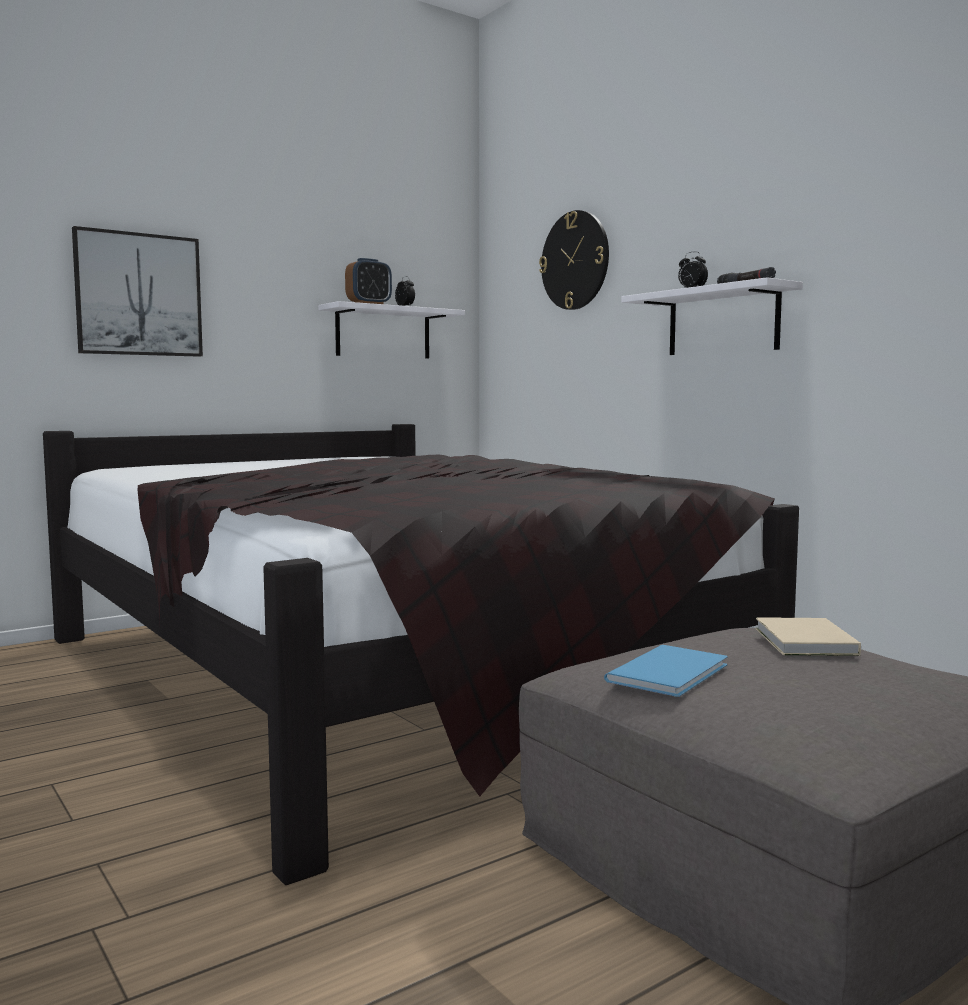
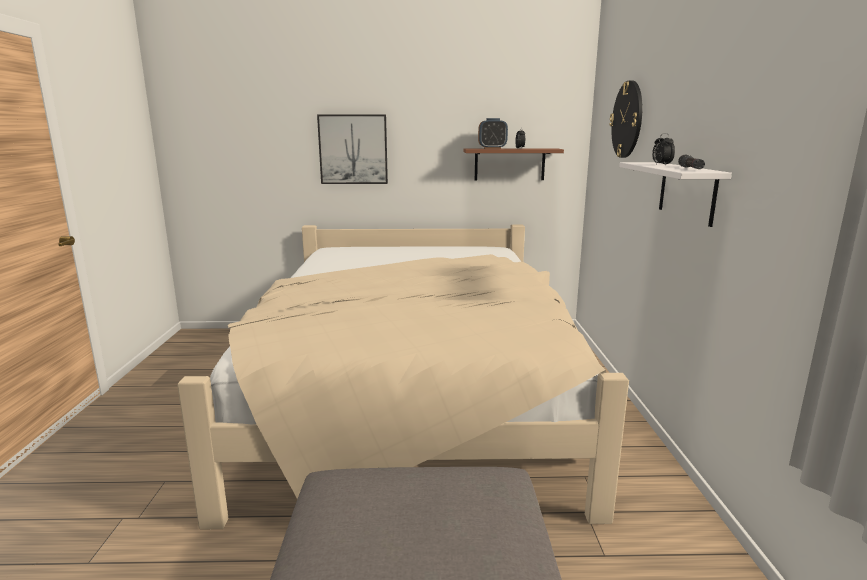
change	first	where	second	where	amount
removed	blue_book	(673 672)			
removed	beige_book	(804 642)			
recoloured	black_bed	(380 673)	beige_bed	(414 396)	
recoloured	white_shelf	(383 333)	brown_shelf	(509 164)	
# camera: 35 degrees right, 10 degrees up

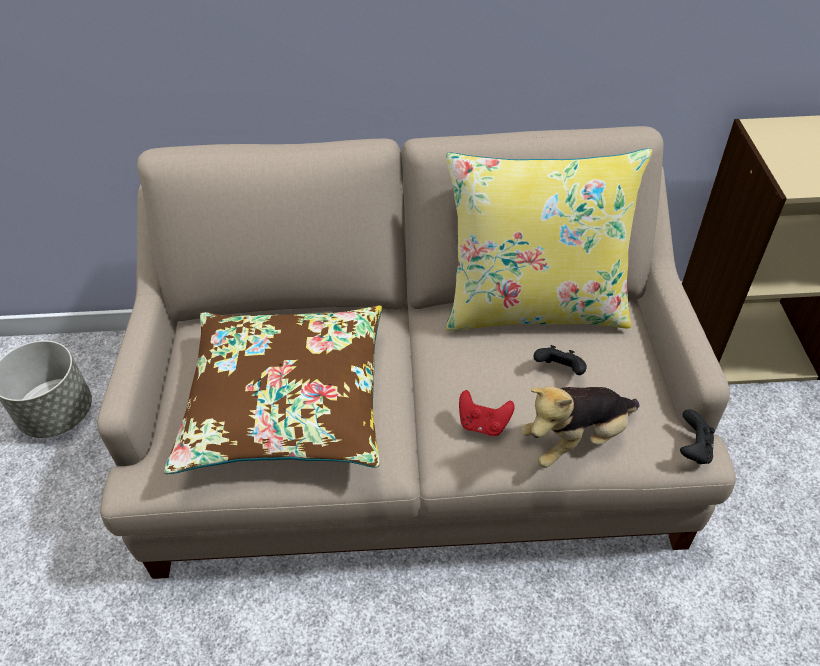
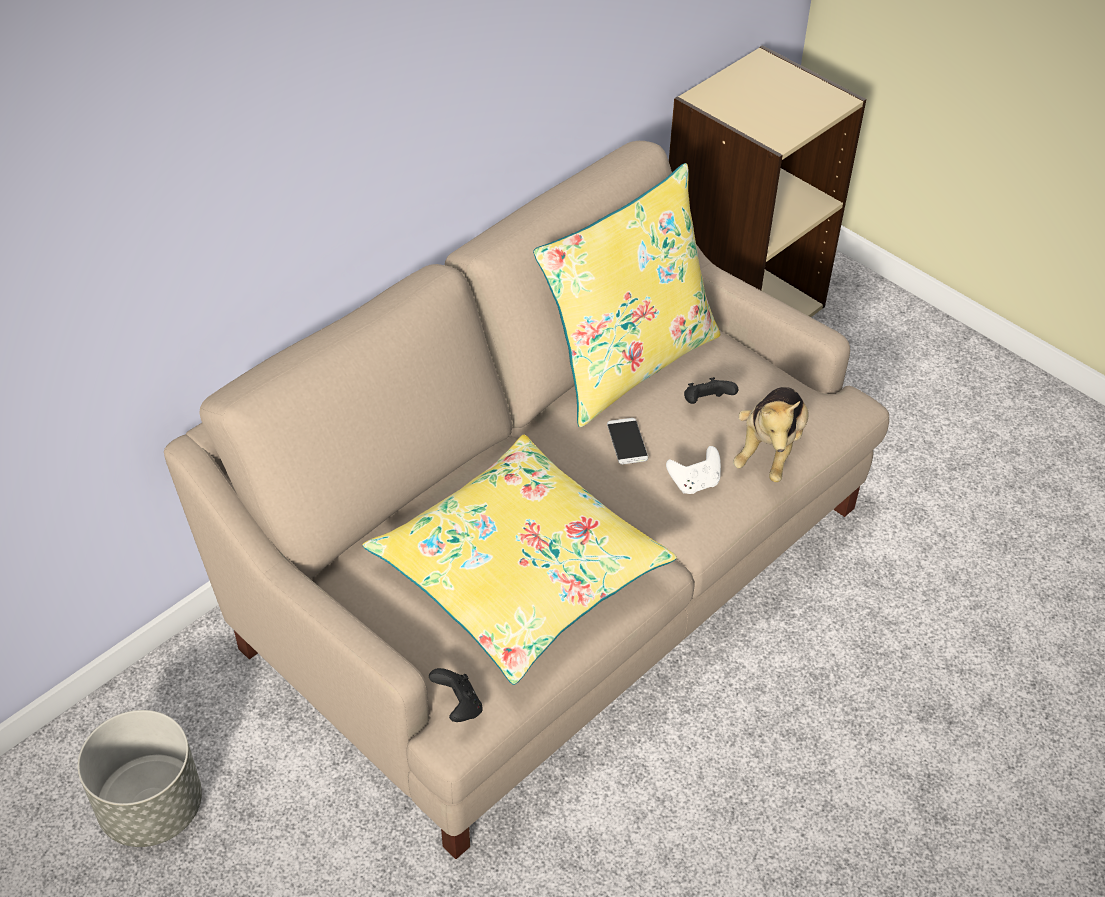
change	first	where	second	where	amount
added			phone	(627 441)	
moved	black_game_controller	(693 449)		(458 706)	
recoloured	brown_pillow	(286 402)	yellow_pillow	(519 573)	
recoloured	red_game_controller	(483 424)	white_game_controller	(694 483)	
# camera: 45 degrees left, 0 degrees up

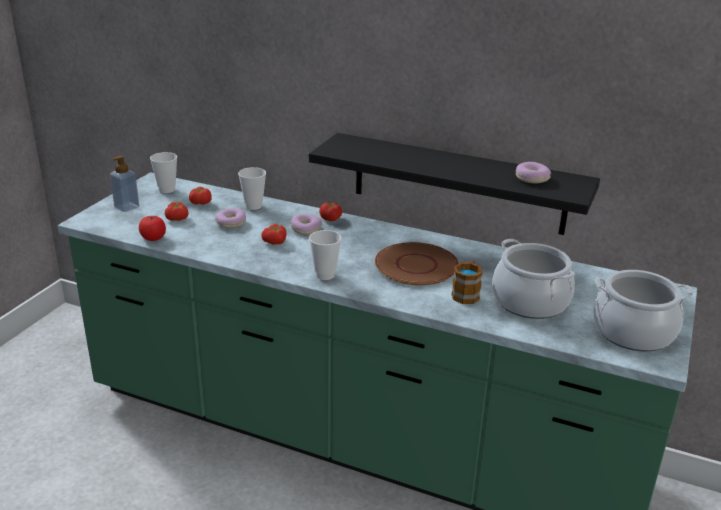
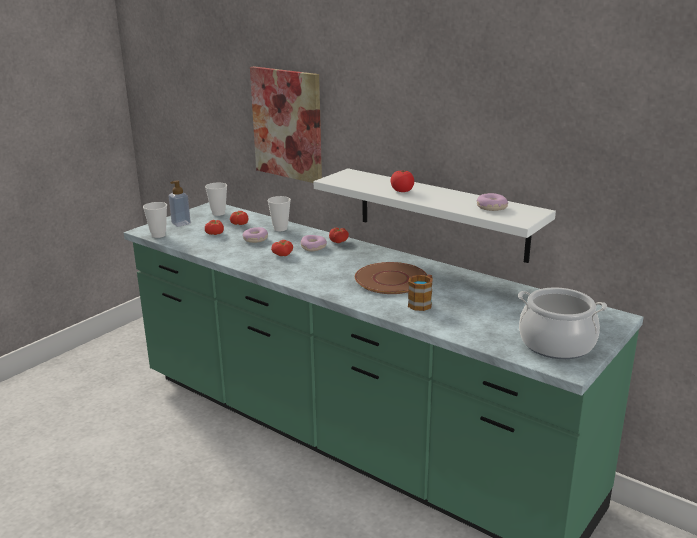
change	first	where	second	where	amount
removed	cooking_pot	(530 302)			
added			picture	(287 124)	
moved	tomato	(153 238)		(402 191)	
moved	cup	(325 275)		(158 235)	
recoloured	black_shelf	(458 183)	white_shelf	(441 214)	
# camera: 15 degrees right, 5 degrees down

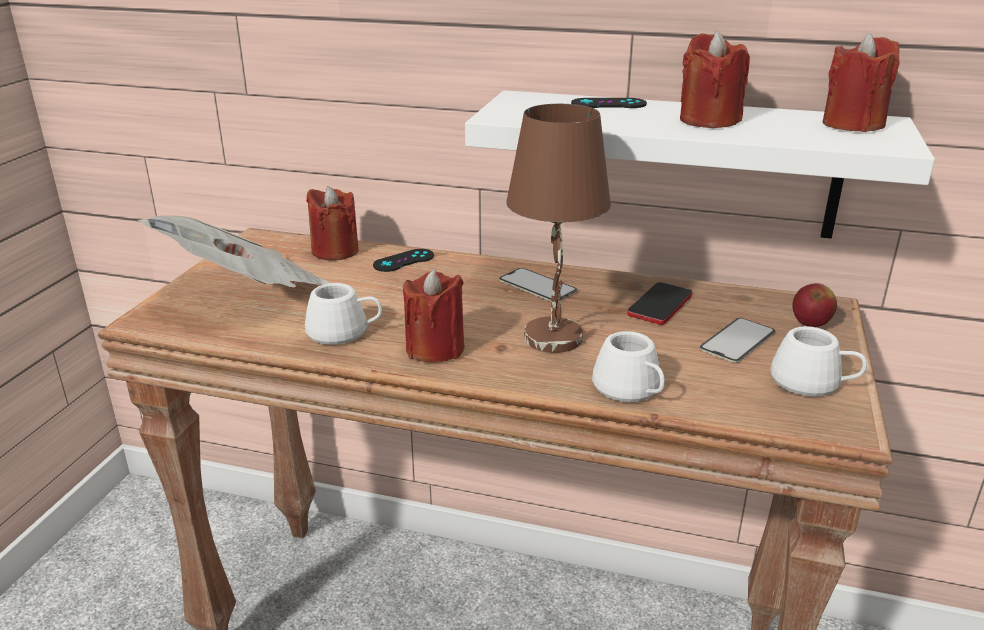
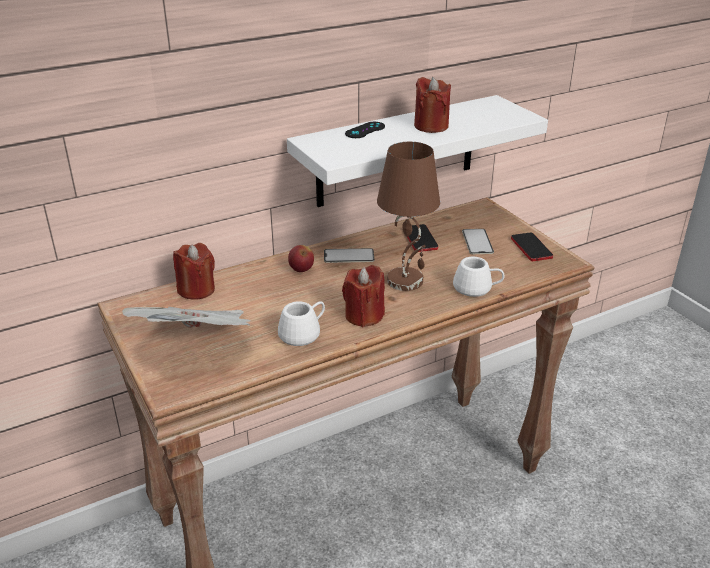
change	first	where	second	where	amount
removed	black_game_controller	(404 261)			
removed	red_candle	(853 124)			
moved	apple	(810 324)		(301 270)	
replaced	white_mug	(813 383)	phone	(531 248)	
# camera: 45 degrees left, 5 degrees up

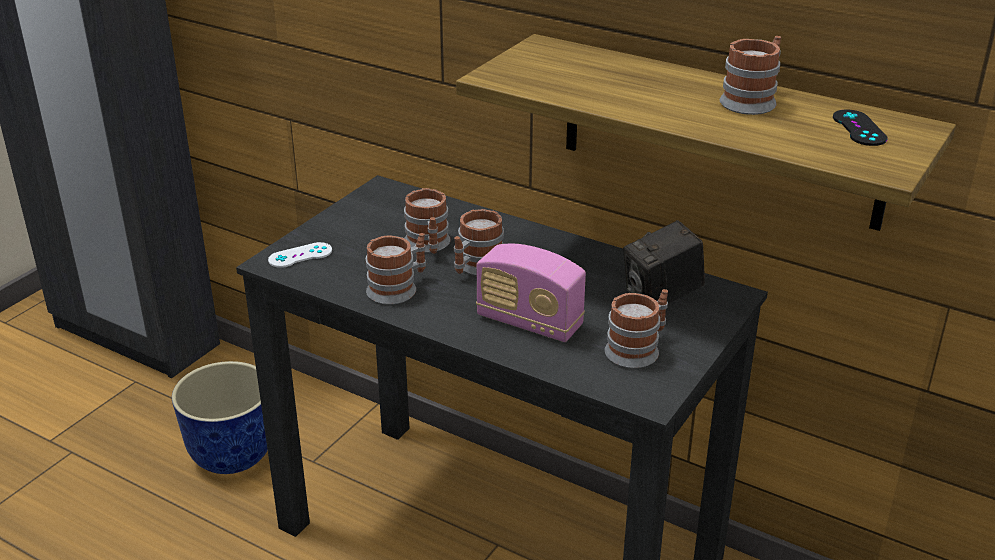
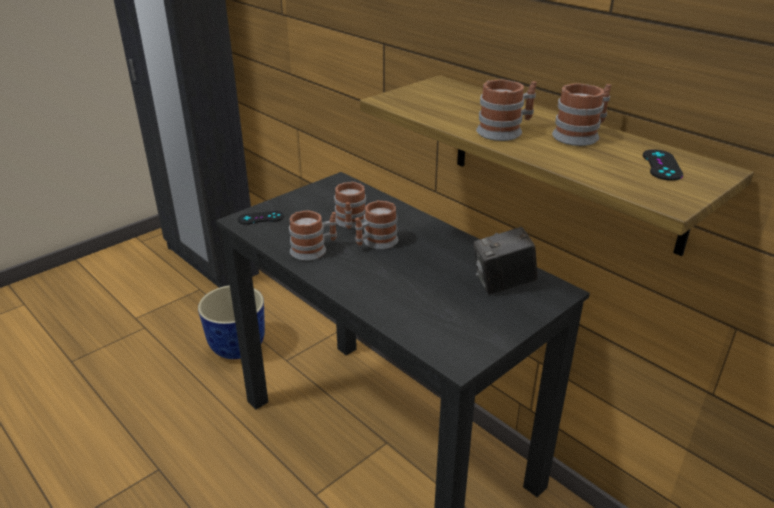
change	first	where	second	where	amount
removed	radio	(529 322)			
moved	mug	(638 349)		(505 131)	
recoloured	white_game_controller	(300 255)	black_game_controller	(261 218)	
# camera: 15 degrees right, 0 degrees up

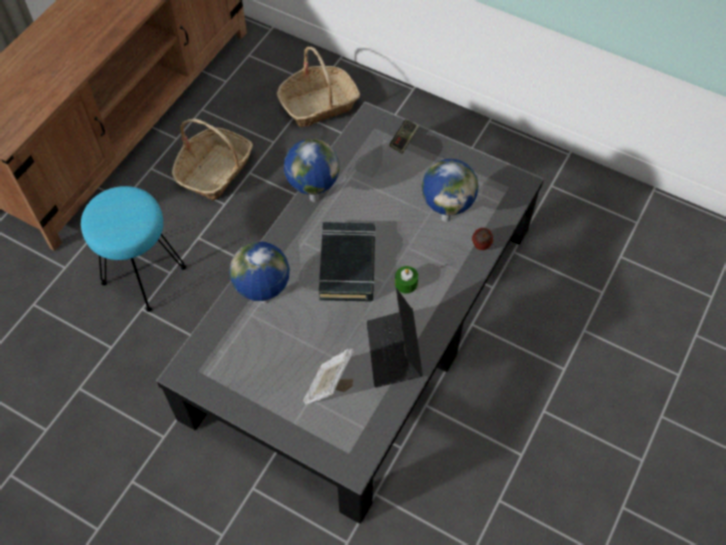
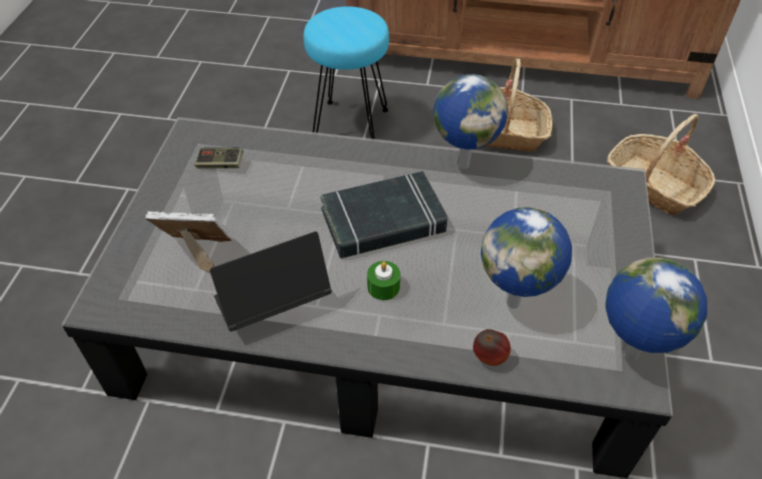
change	first	where	second	where	amount
moved	globe	(265 300)		(629 355)	
moved	game_controller	(404 140)		(220 164)	
# camera: 70 degrees right, 10 degrees down

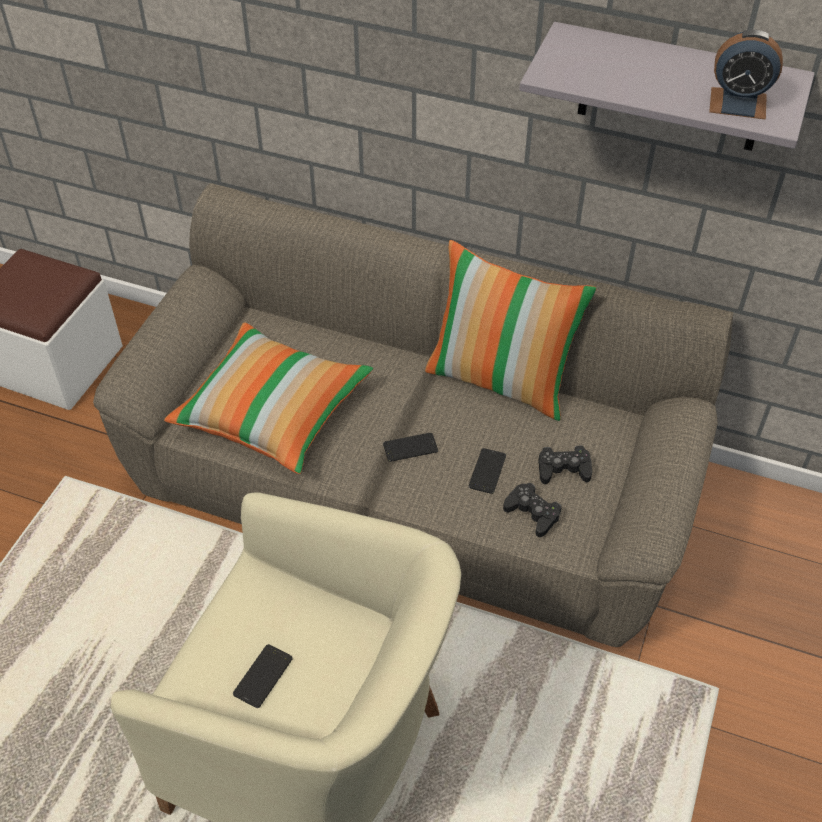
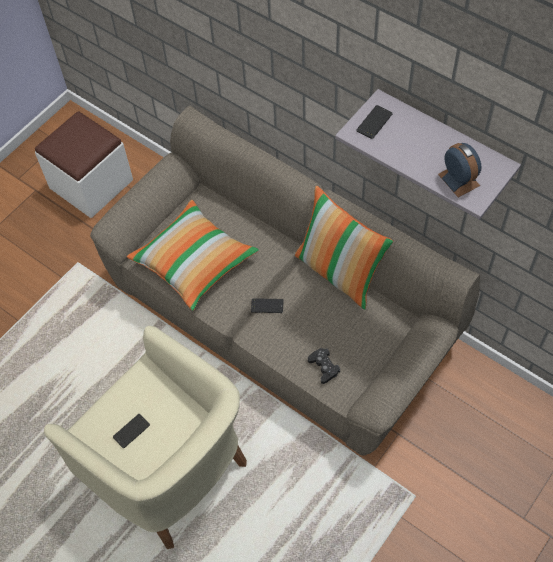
change	first	where	second	where	amount
removed	black_game_controller	(563 469)			
moved	phone	(487 471)		(374 122)	
turned	alarm_clock	(738 103)		(458 180)	150 degrees counterclockwise
# camera: 20 degrees right, 10 degrees up

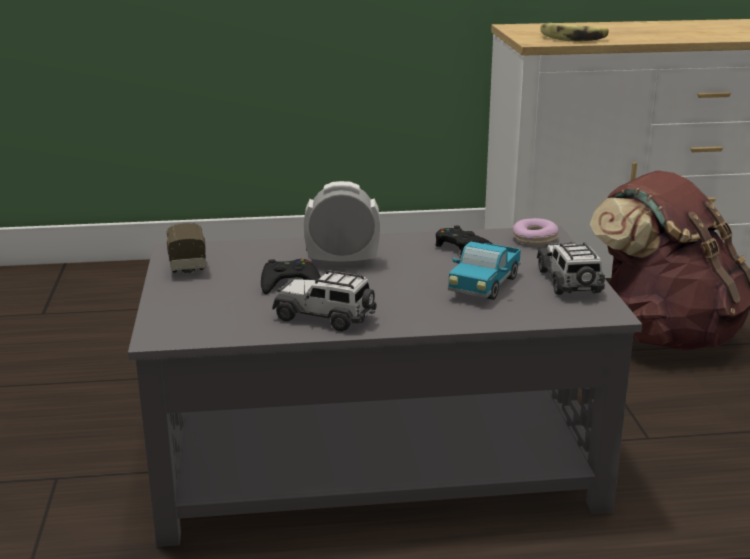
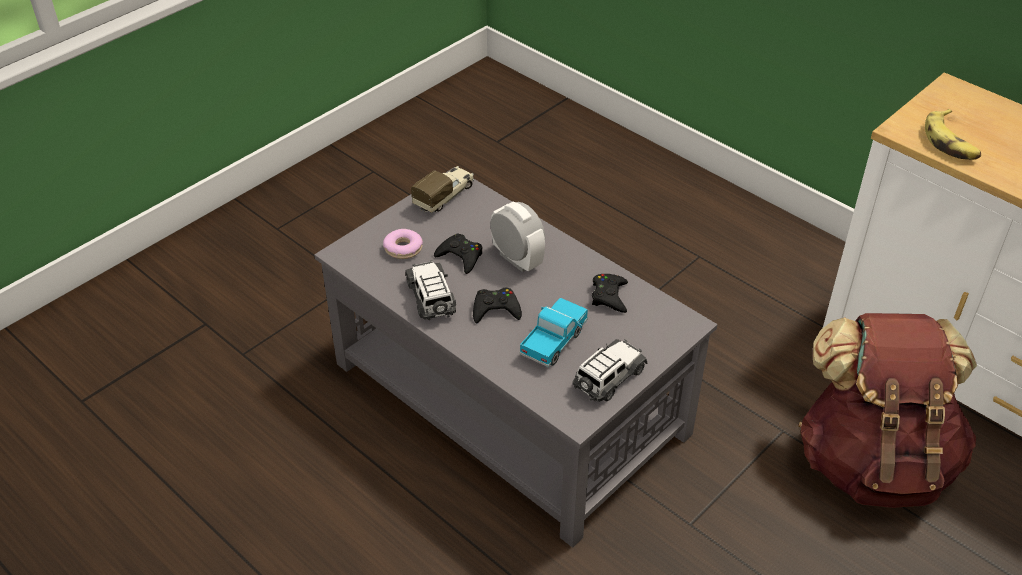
change	first	where	second	where	amount
added			black_game_controller	(496 309)	
moved	donut	(534 239)		(403 249)	
turned	toy_truck	(484 286)		(554 341)	135 degrees clockwise
# camera: 50 degrees right, 20 degrees up

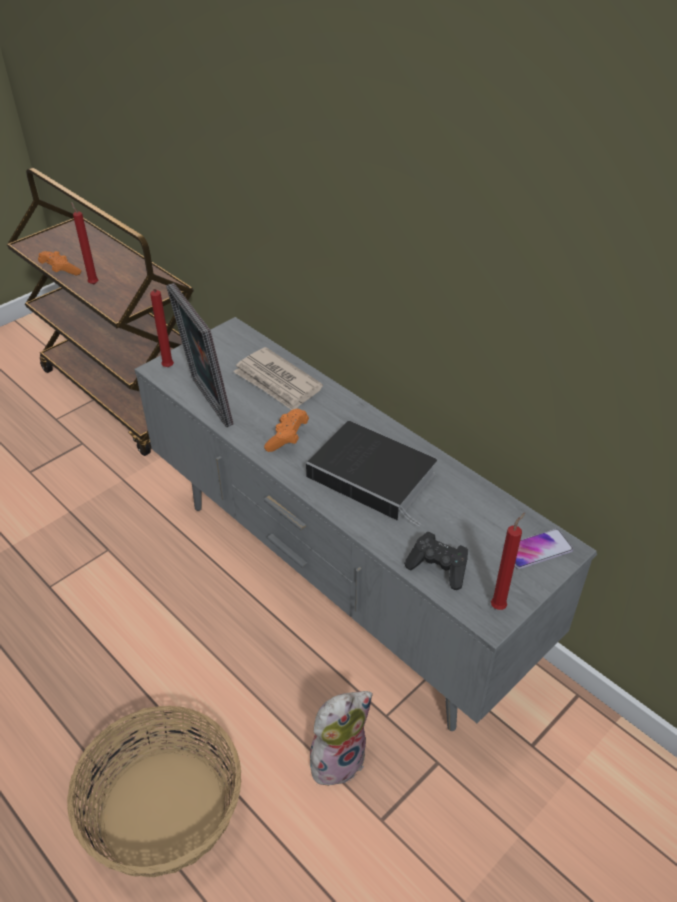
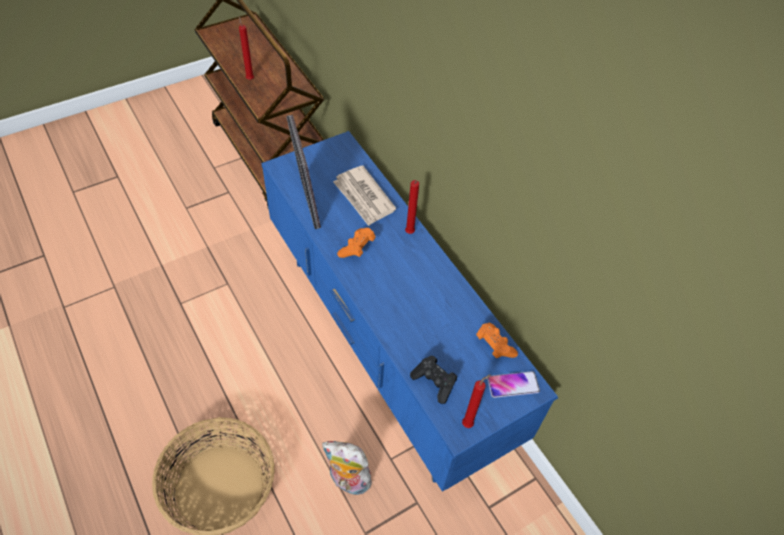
change	first	where	second	where	amount
removed	book	(375 476)			
moved	orange_game_controller	(60 271)		(494 346)	
moved	red_candle	(168 368)		(409 234)	
recoloured	grey_tv_stand	(338 584)	blue_tv_stand	(385 350)	
turned	plush_toy	(337 758)		(347 481)	135 degrees counterclockwise
# camera: 10 degrees right, 10 degrees up

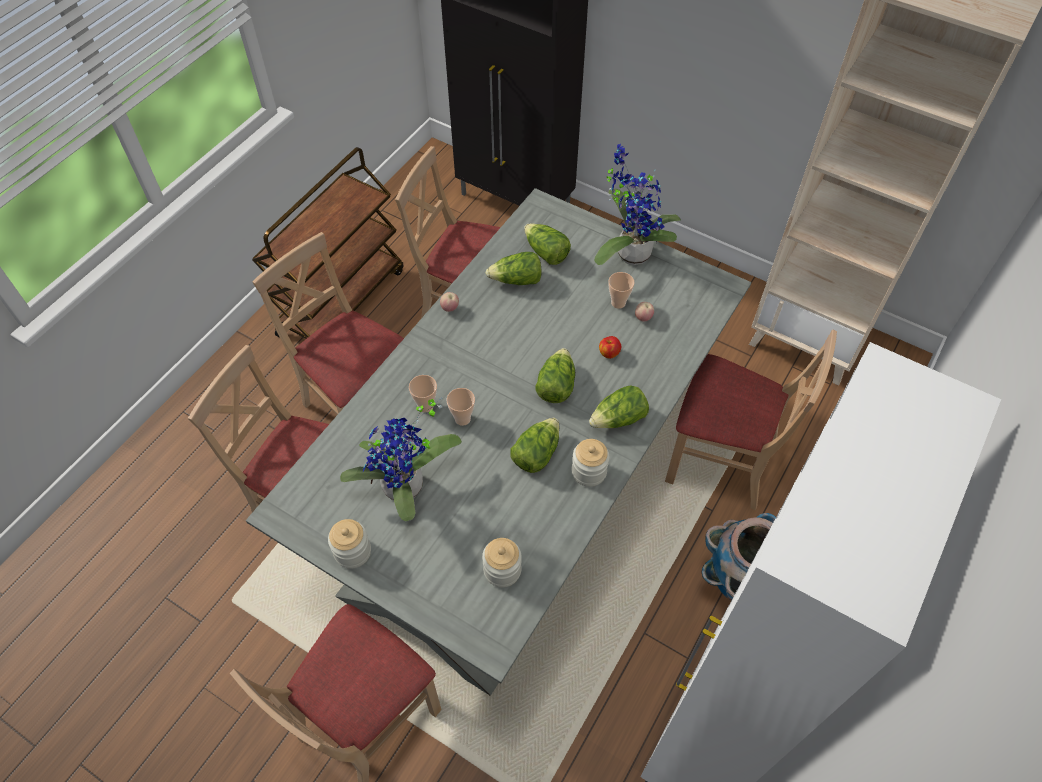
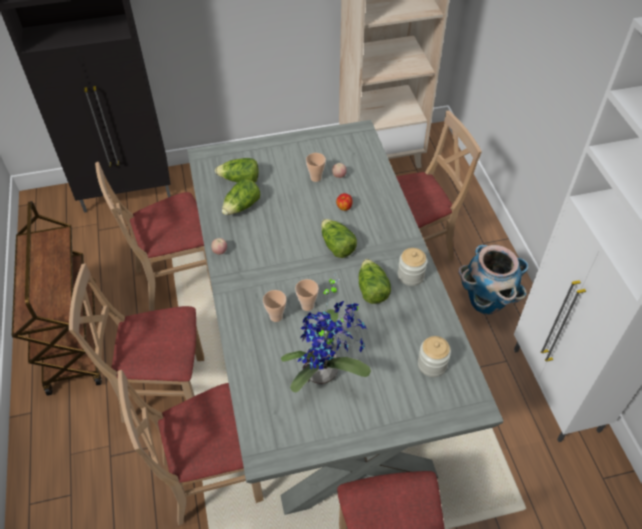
change	first	where	second	where	amount
removed	jar	(352 551)			
removed	lettuce	(619 419)			
removed	potted_plant	(629 252)			
# camera: 45 degrees left, 5 degrees down

